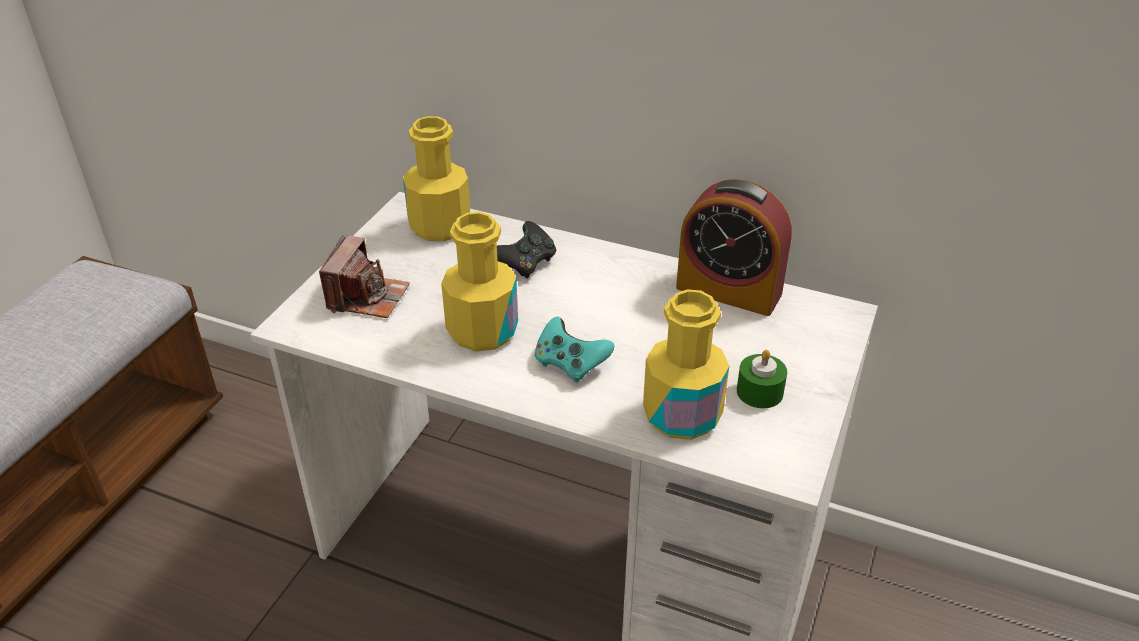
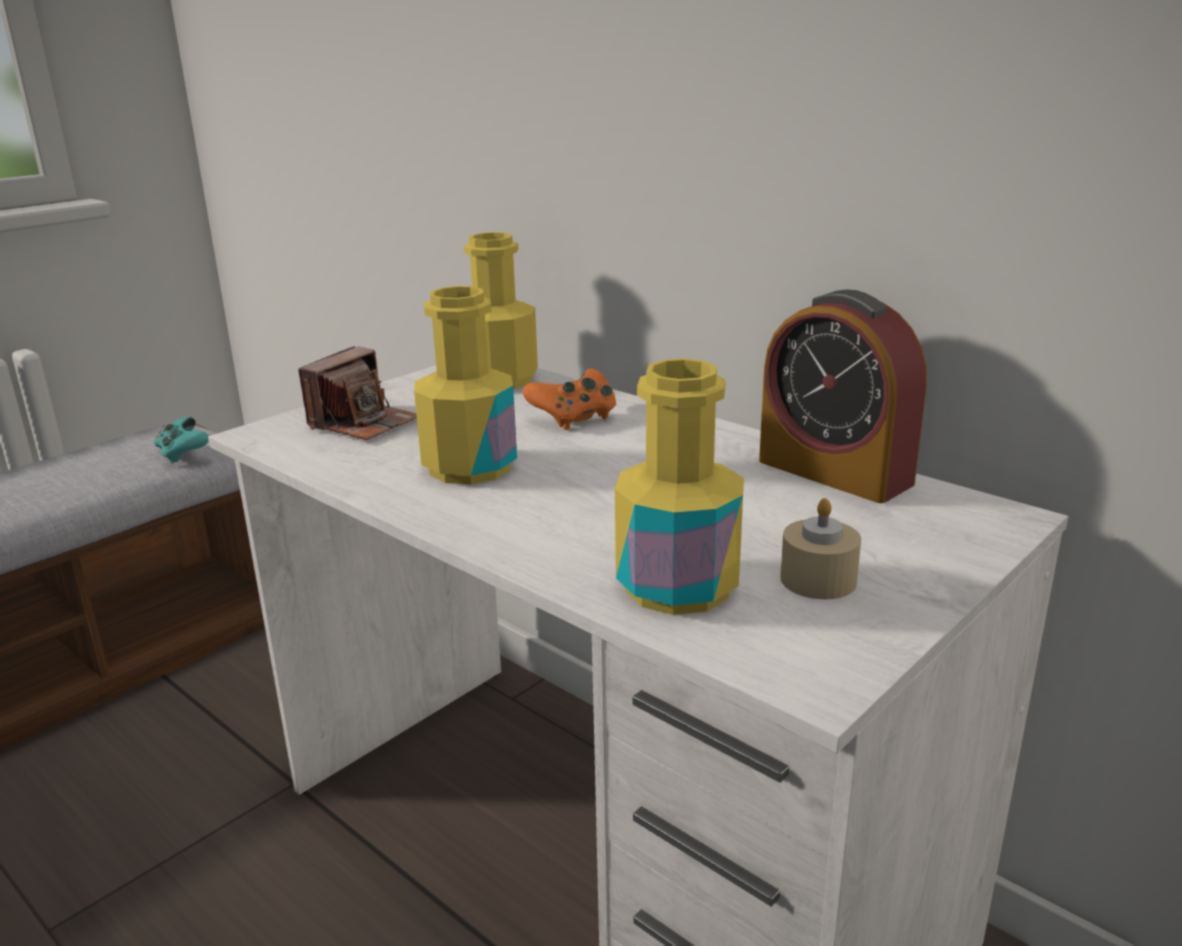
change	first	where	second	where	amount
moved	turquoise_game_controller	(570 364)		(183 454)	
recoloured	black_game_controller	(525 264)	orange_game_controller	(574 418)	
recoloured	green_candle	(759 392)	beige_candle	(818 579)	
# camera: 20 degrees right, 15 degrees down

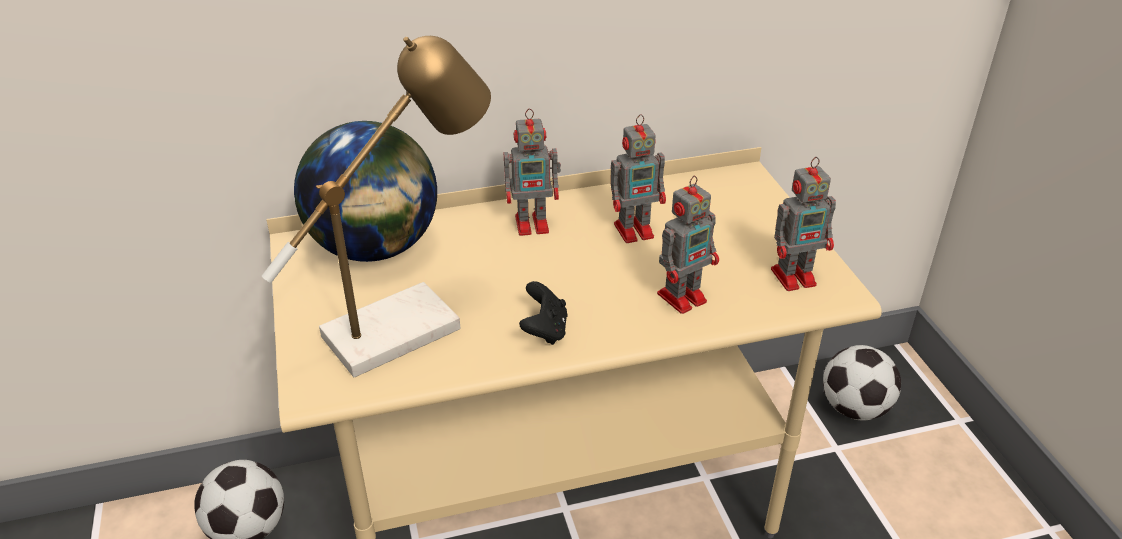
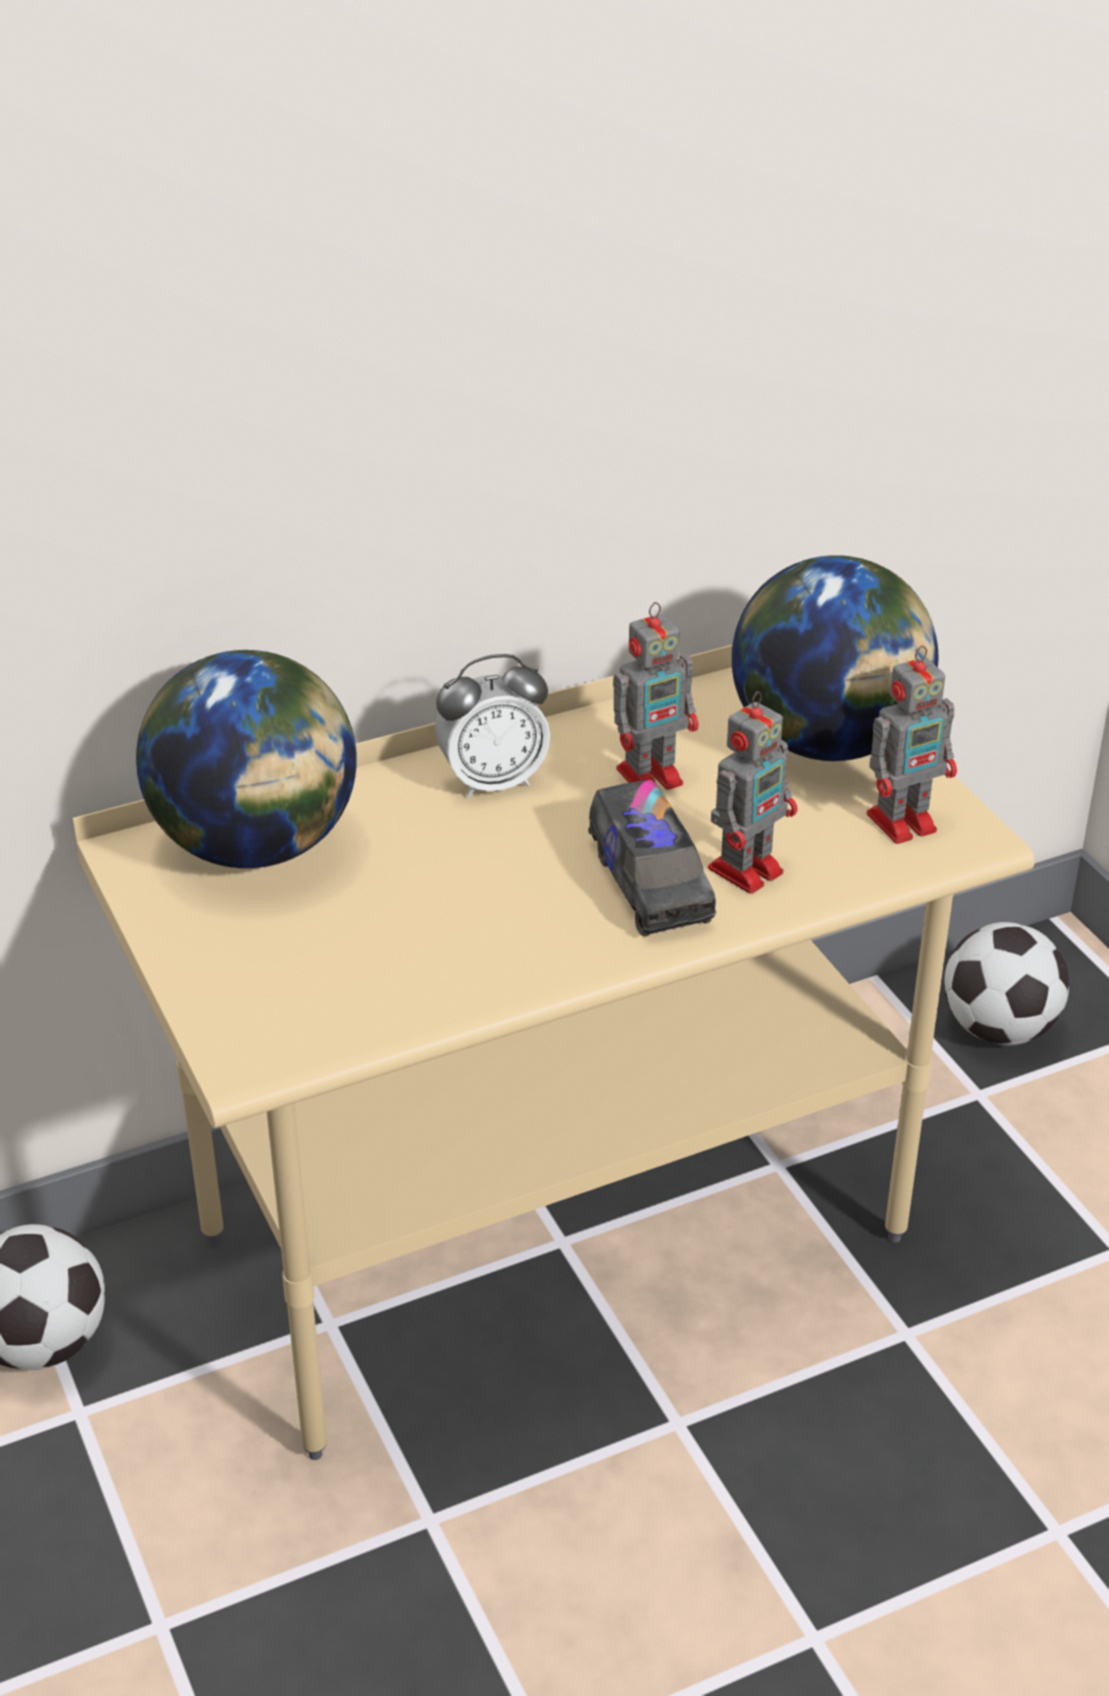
change	first	where	second	where	amount
removed	table_lamp	(406 324)			
removed	black_game_controller	(544 330)			
added			toy_truck	(650 884)	
added			globe	(828 742)	
replaced	toy_robot	(534 224)	alarm_clock	(493 781)	
# camera: 10 degrees left, 0 degrees up

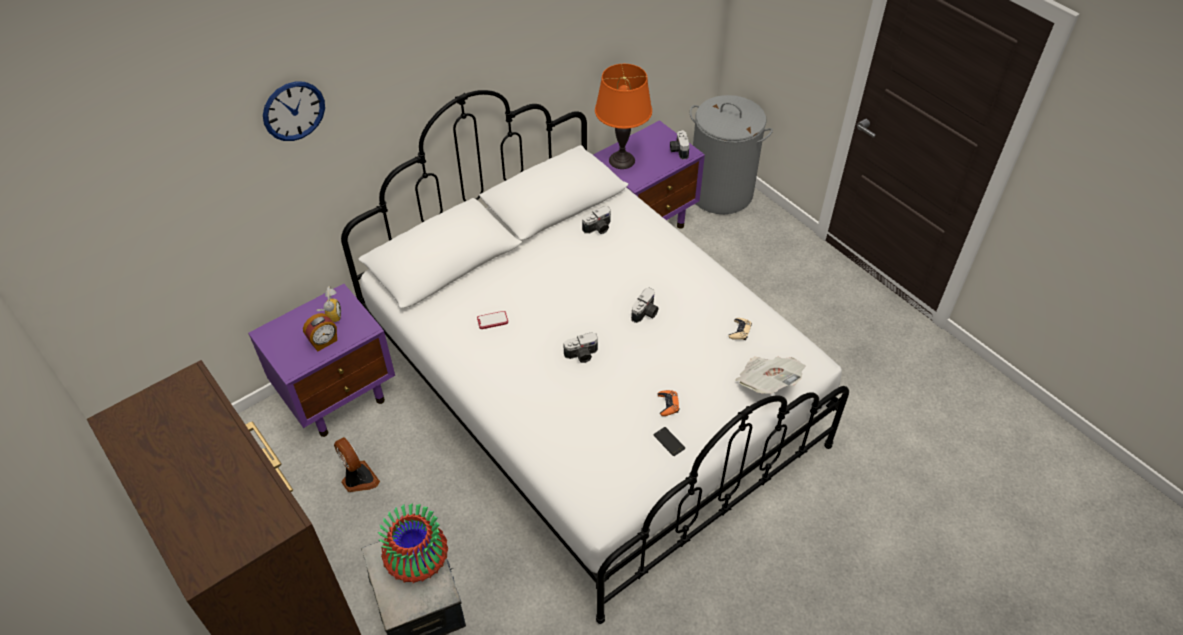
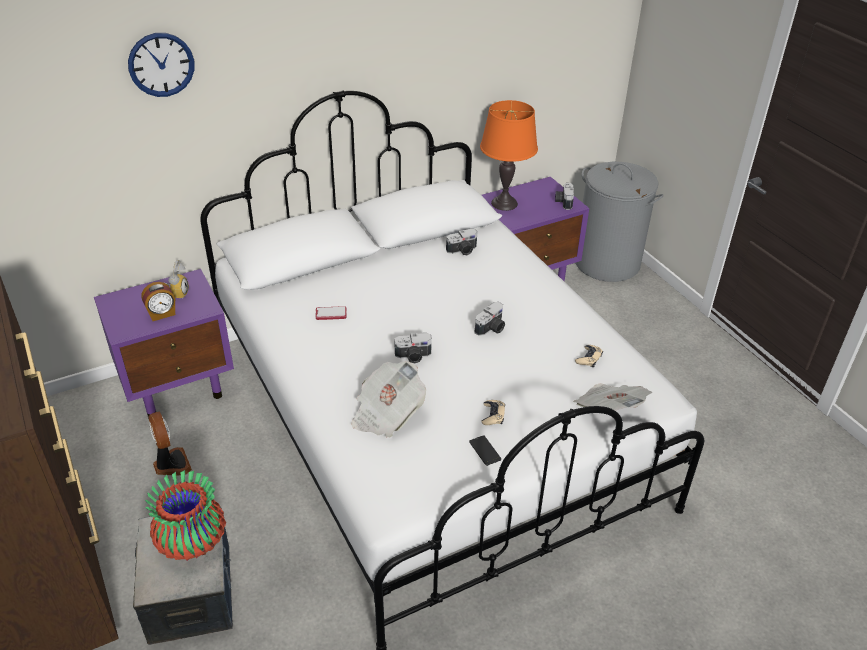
change	first	where	second	where	amount
added			newspaper	(387 413)	
recoloured	orange_game_controller	(668 405)	beige_game_controller	(493 415)	
# camera: 10 degrees right, 10 degrees down

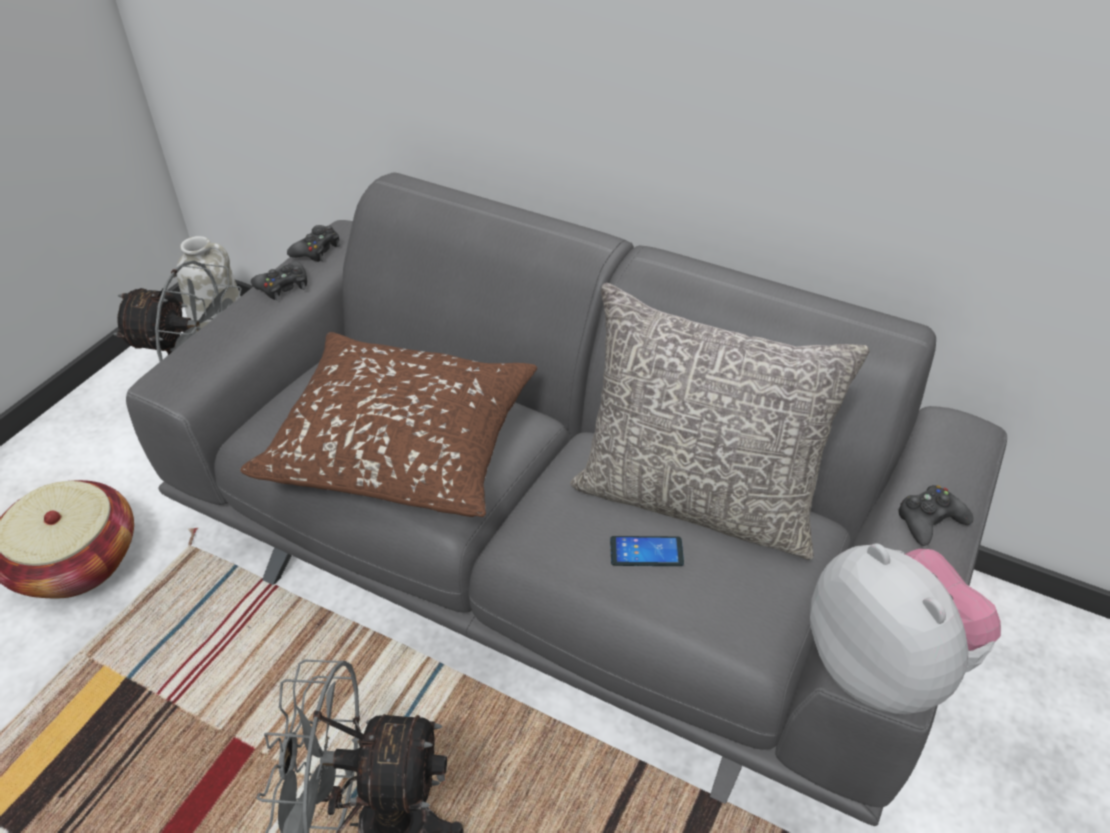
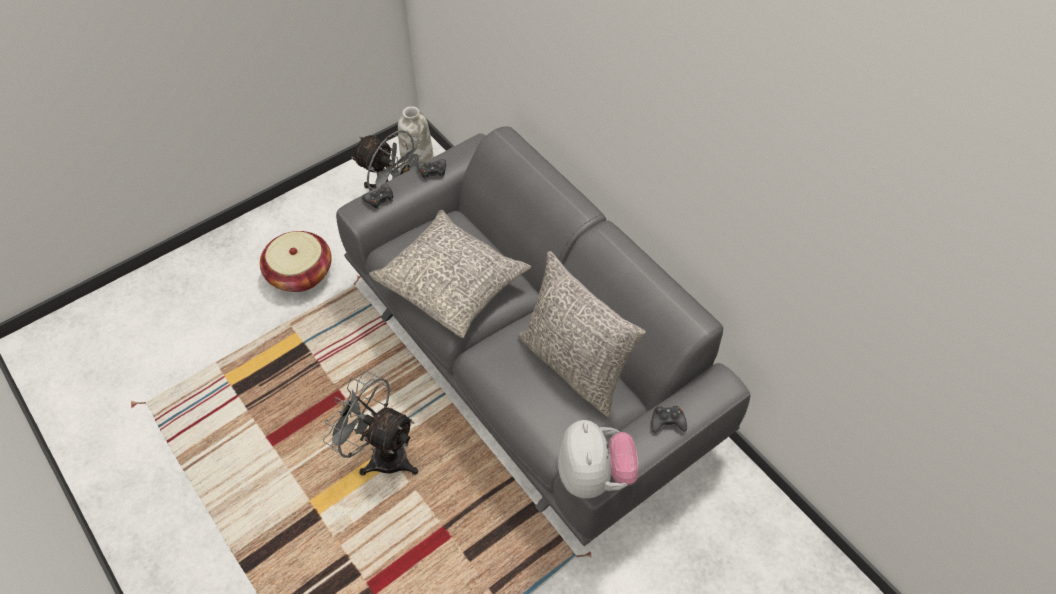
change	first	where	second	where	amount
removed	phone	(646 552)			
moved	black_game_controller	(317 250)		(379 199)	
recoloured	brown_pillow	(402 445)	grey_pillow	(452 283)	
# camera: 25 degrees right, 10 degrees up

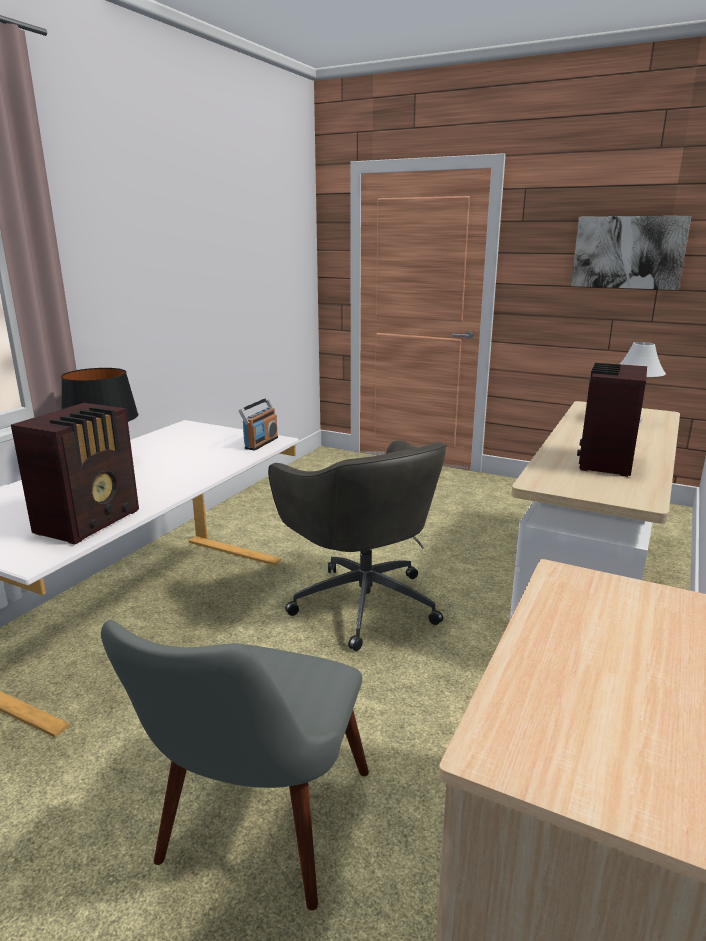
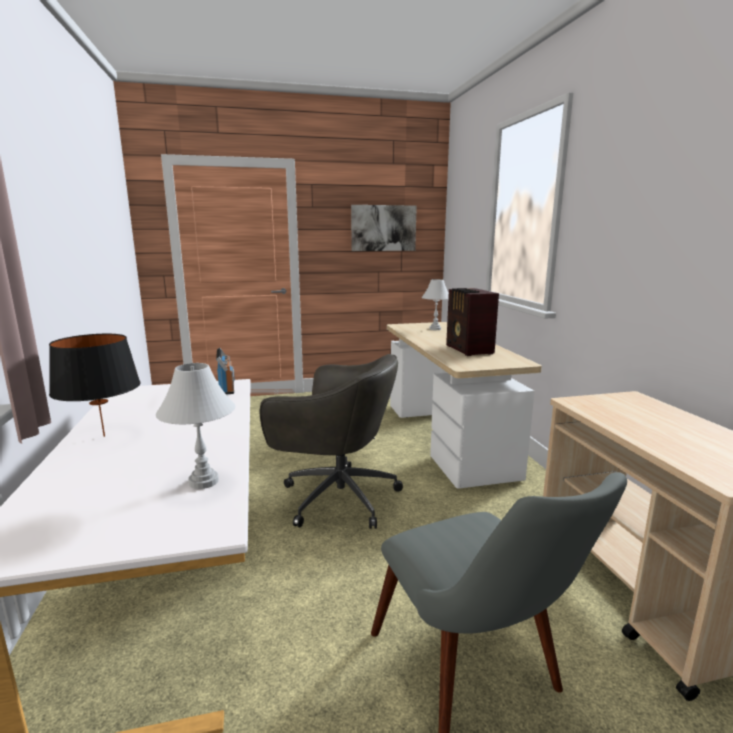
change	first	where	second	where	amount
replaced	radio	(91 521)	white_table_lamp	(204 481)	
# camera: 40 degrees left, 5 degrees down

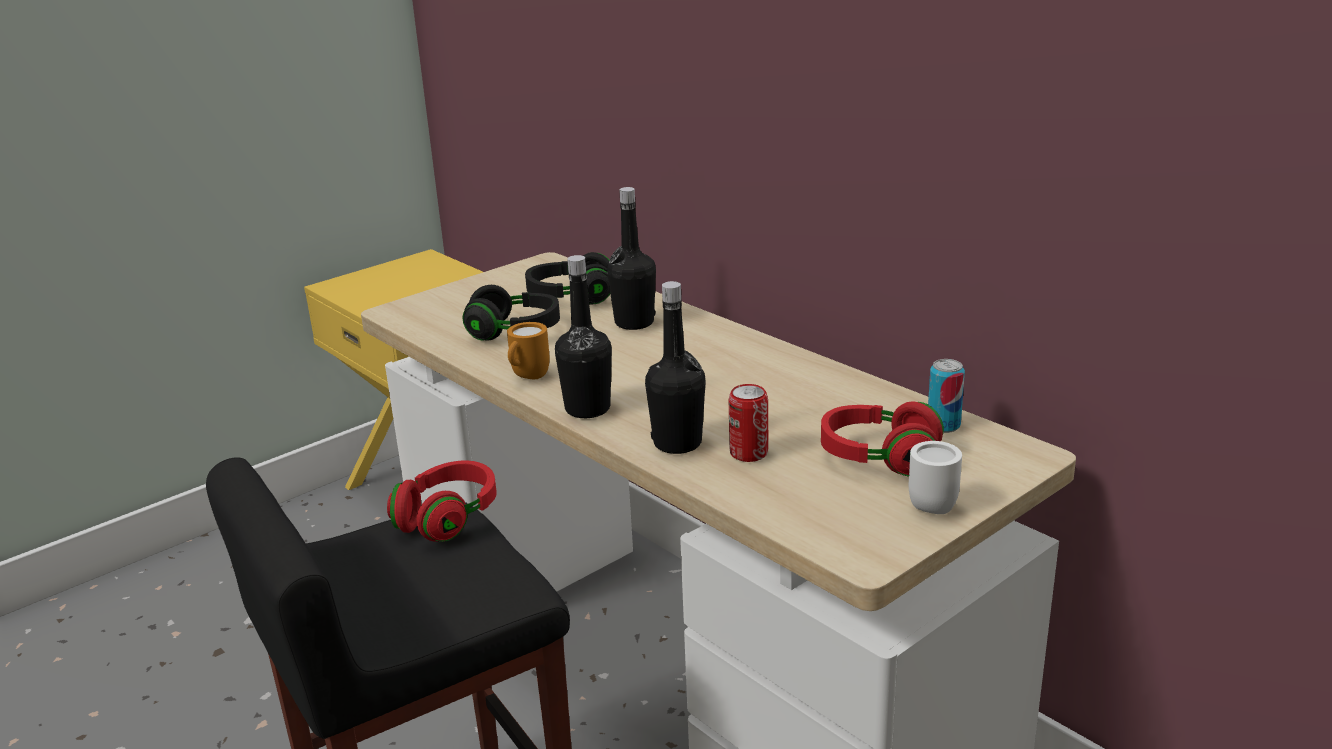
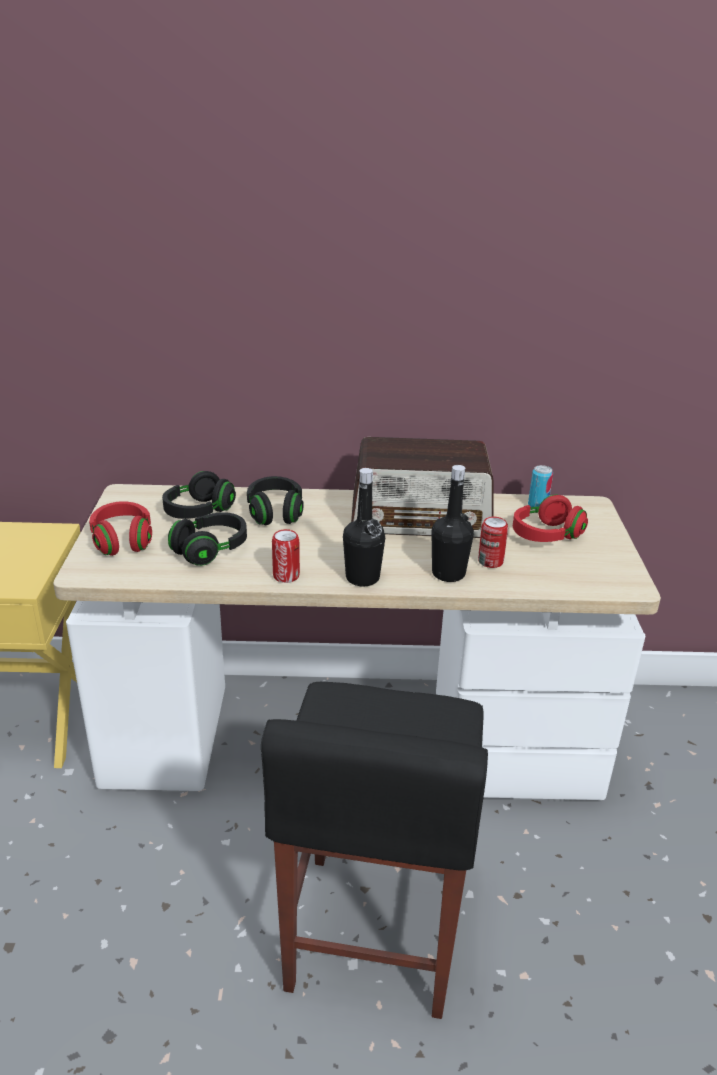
change	first	where	second	where	amount
removed	white_mug	(934 504)			
added			radio	(421 518)	
moved	red_headphones	(448 518)		(123 540)	
replaced	orange_mug	(527 378)	can	(286 576)	
replaced	black_bottle	(634 323)	black_headphones	(275 512)	
# camera: 50 degrees left, 5 degrees up

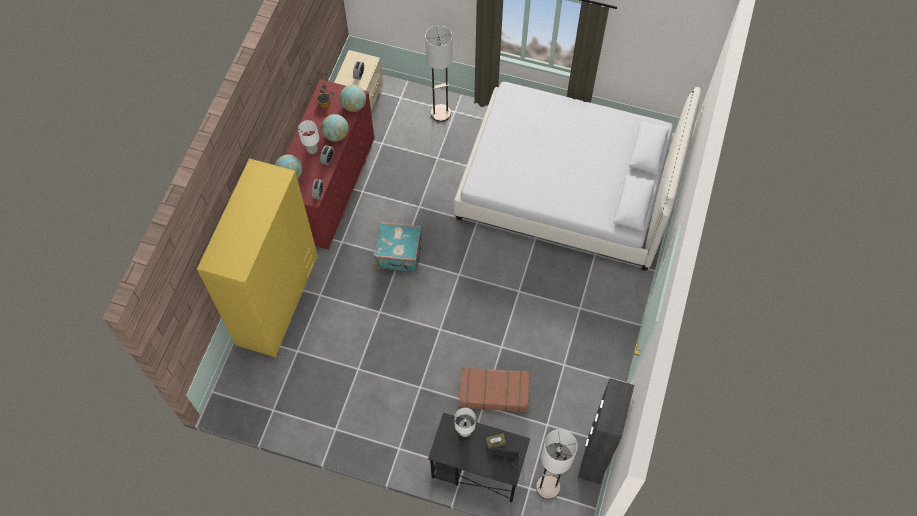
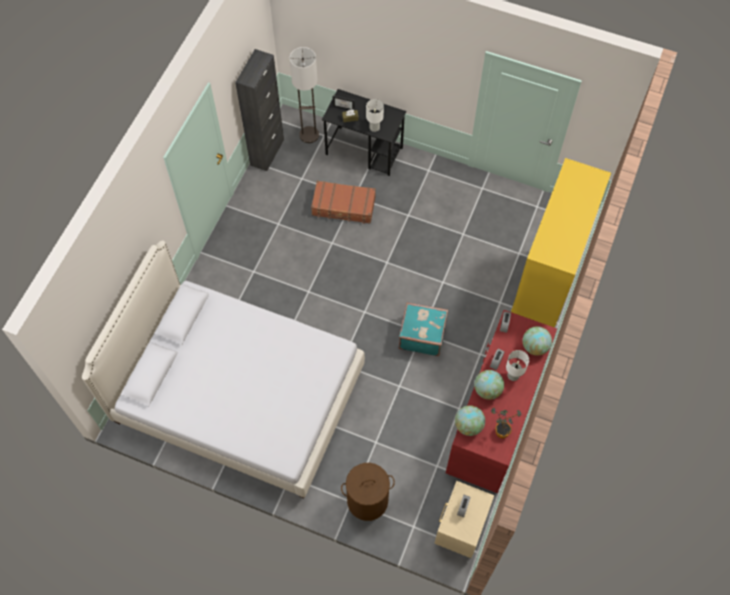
change	first	where	second	where	amount
replaced	floor_lamp	(440 113)	brown_laundry_basket	(367 501)	
# camera: 175 degrees left, 0 degrees up

